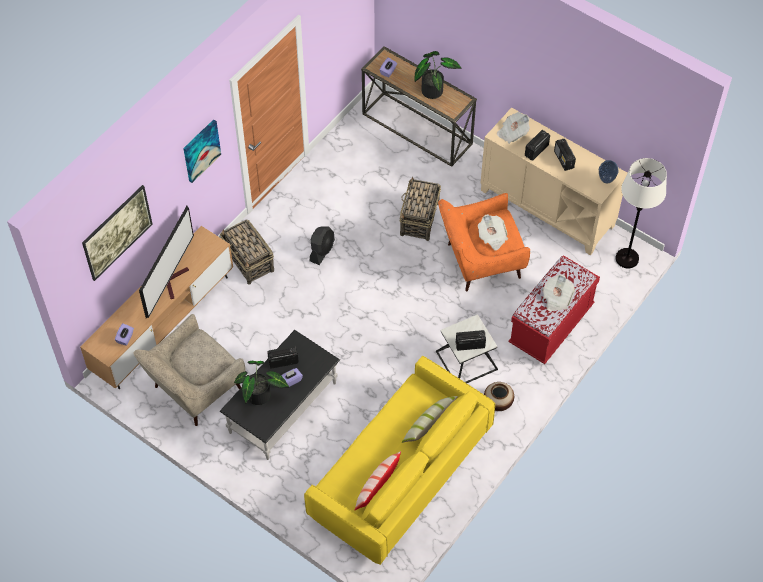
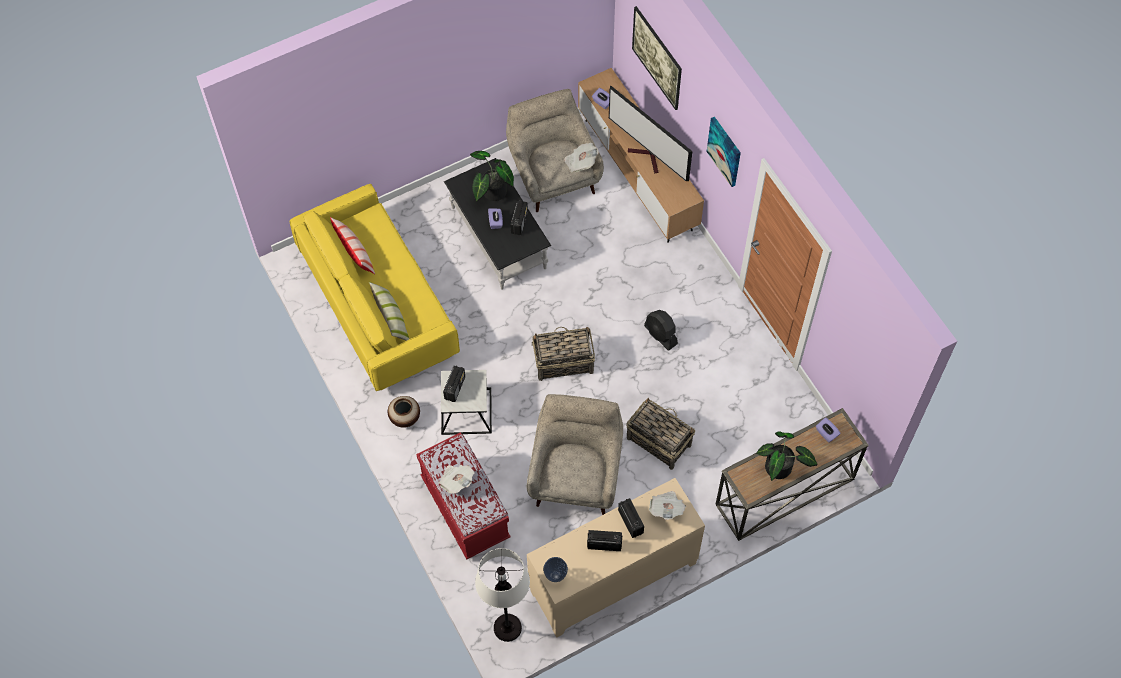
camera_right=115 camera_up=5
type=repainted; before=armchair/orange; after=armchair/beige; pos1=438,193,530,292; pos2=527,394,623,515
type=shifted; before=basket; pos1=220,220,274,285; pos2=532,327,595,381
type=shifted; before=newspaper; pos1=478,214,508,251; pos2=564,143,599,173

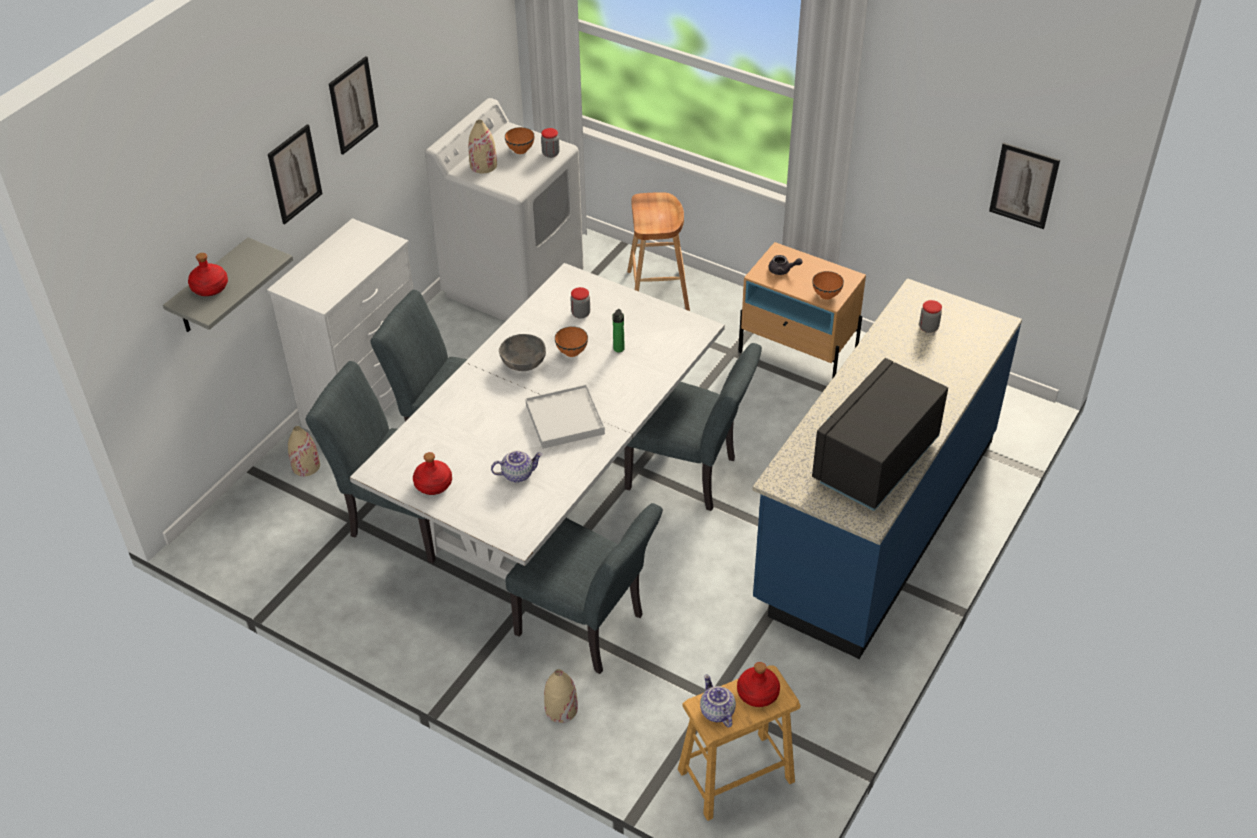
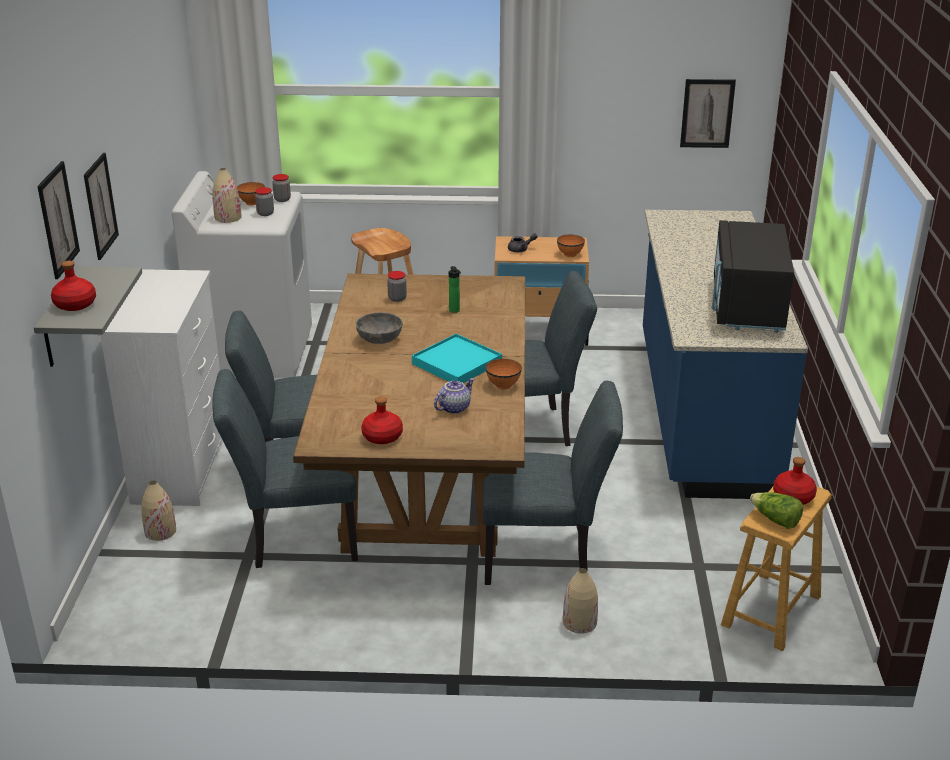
camera_right=-30 camera_up=-15
type=shifted; before=picture; pos1=329,56,378,155; pos2=37,161,80,279
type=shifted; before=jar; pos1=919,300,942,333; pos2=255,187,274,216
type=repainted; before=dining table/white; after=dining table/brown; pos1=350,263,725,580; pos2=293,274,525,557
type=repainted; before=tray/white; after=tray/turquoise; pos1=525,385,605,449; pos2=412,334,502,383
type=shifted; before=bowl/orange; pos1=555,327,588,357; pos2=486,359,522,390
type=swapped; before=teapot; after=lettuce; pos1=700,674,736,728; pos2=750,492,803,529

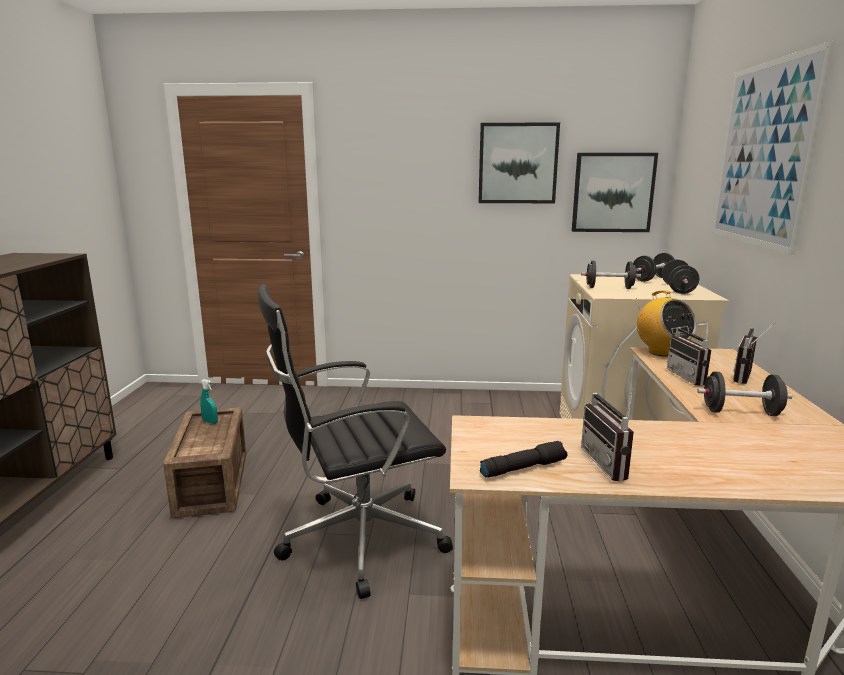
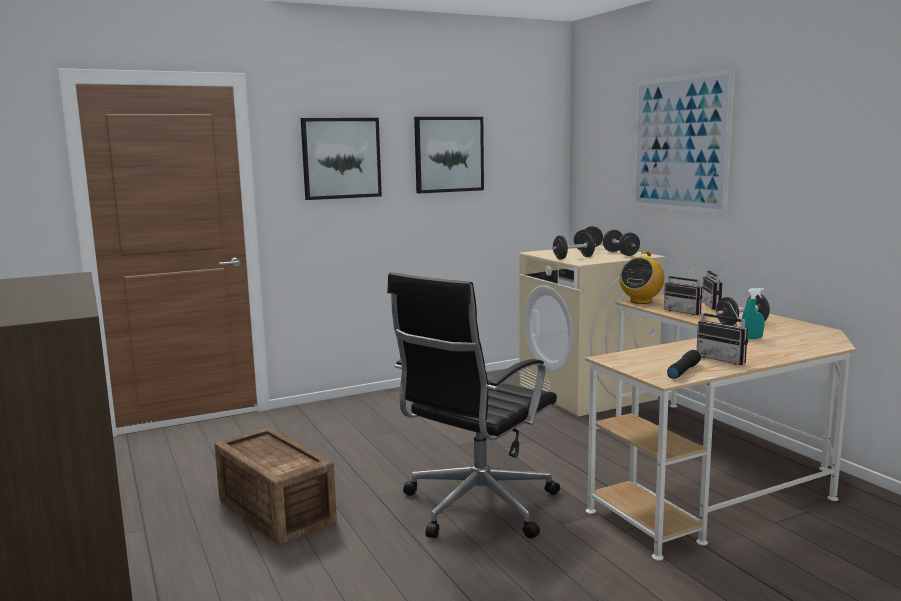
camera_right=-30 camera_up=-5
type=shifted; before=picture; pos1=572,153,658,232; pos2=301,118,382,200
type=rotated; before=radio; pos1=636,290,696,357; pos2=619,251,665,304; turn=90
type=shifted; before=spray bottle/turquoise; pos1=200,379,218,424; pos2=742,288,765,339

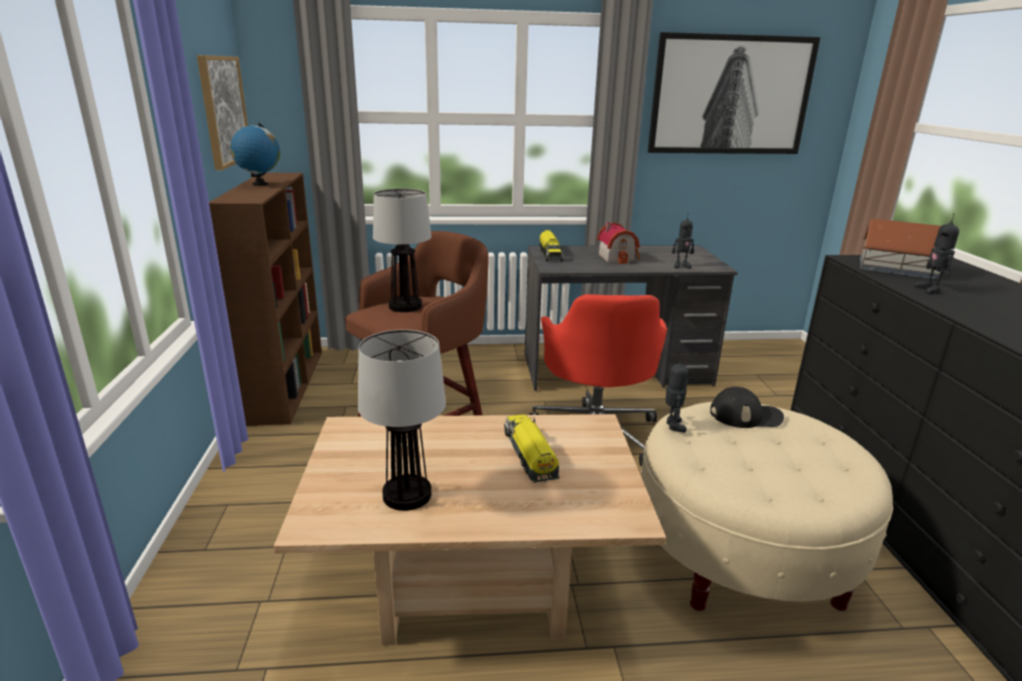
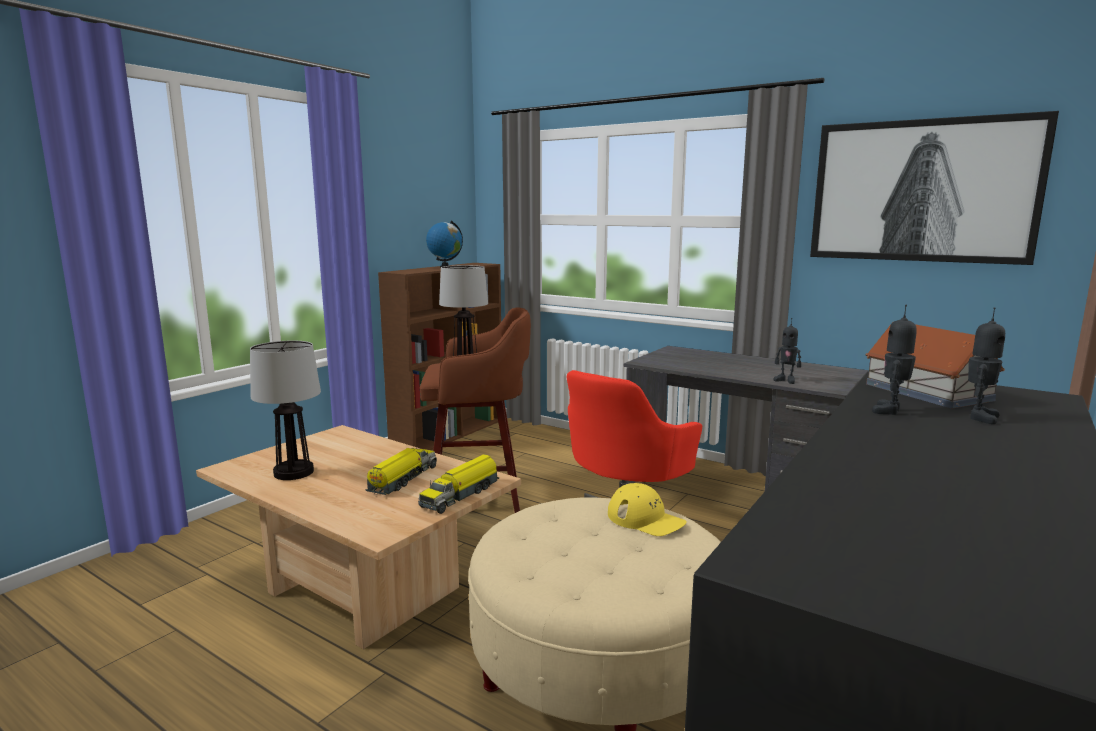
camera_right=40 camera_up=-10
type=shifted; before=toy truck; pos1=539,230,563,262; pos2=418,454,499,514
type=repainted; before=cap/black; after=cap/yellow; pos1=710,387,784,428; pos2=608,483,686,536
type=shifted; before=toy robot; pos1=666,355,688,433; pos2=968,307,1005,424
type=gone; before=picture; pos1=197,55,248,170
type=gone; before=toy house; pos1=597,222,640,264

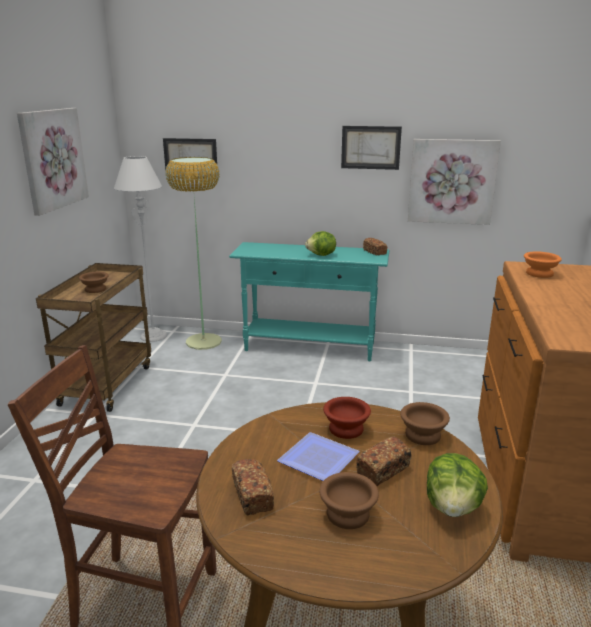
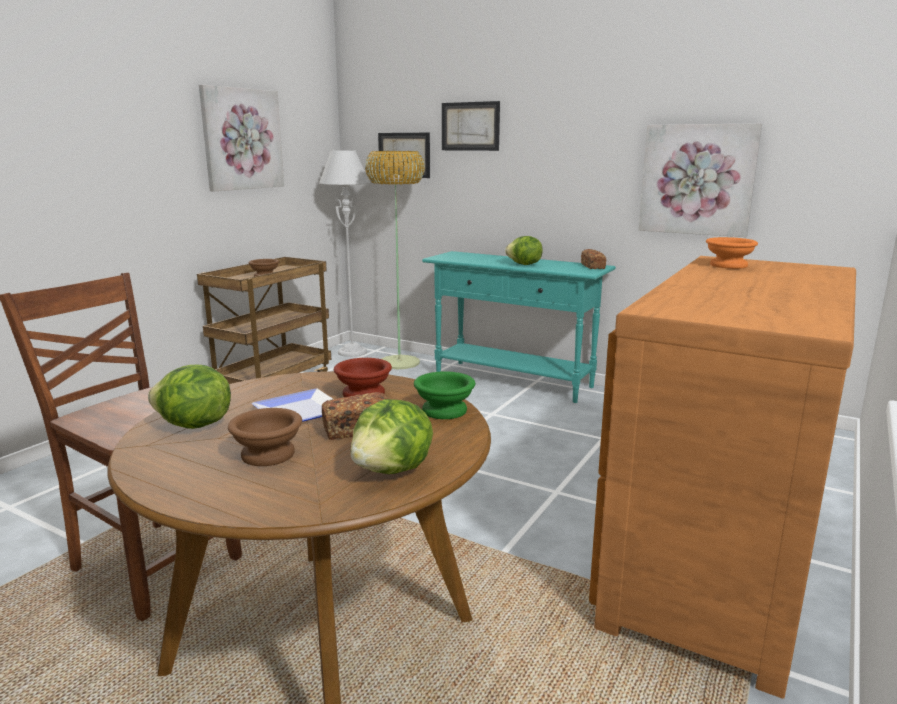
camera_right=20 camera_up=-5
type=swapped; before=bread; after=lettuce; pos1=232,459,274,515; pos2=148,365,231,429
type=repainted; before=bowl/brown; after=bowl/green; pos1=400,402,450,445; pos2=414,371,475,419
type=shifted; before=picture; pos1=341,126,402,170; pos2=442,101,500,151

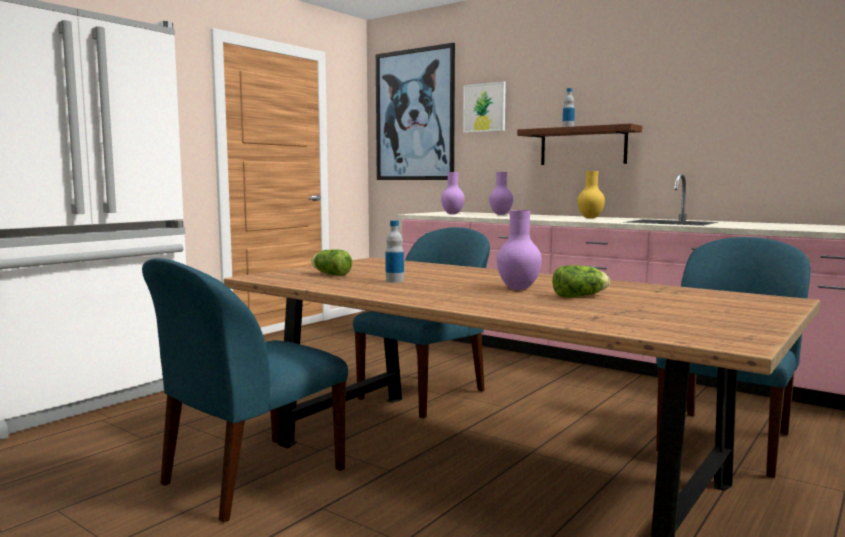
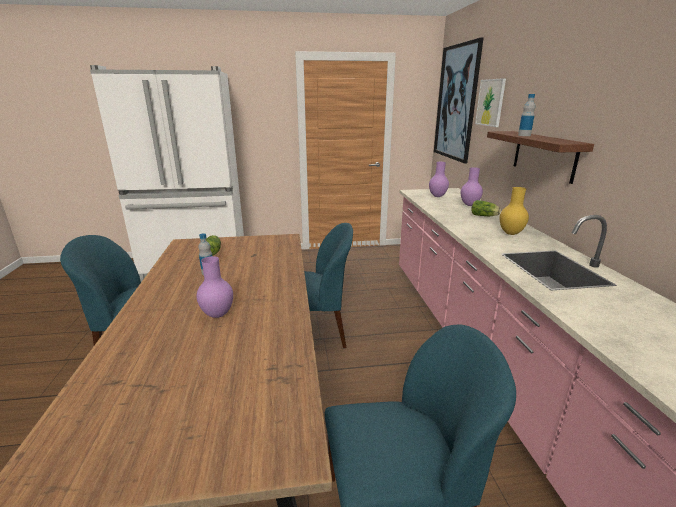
camera_right=45 camera_up=15
type=shifted; before=lettuce; pos1=553,265,610,298; pos2=471,200,501,216

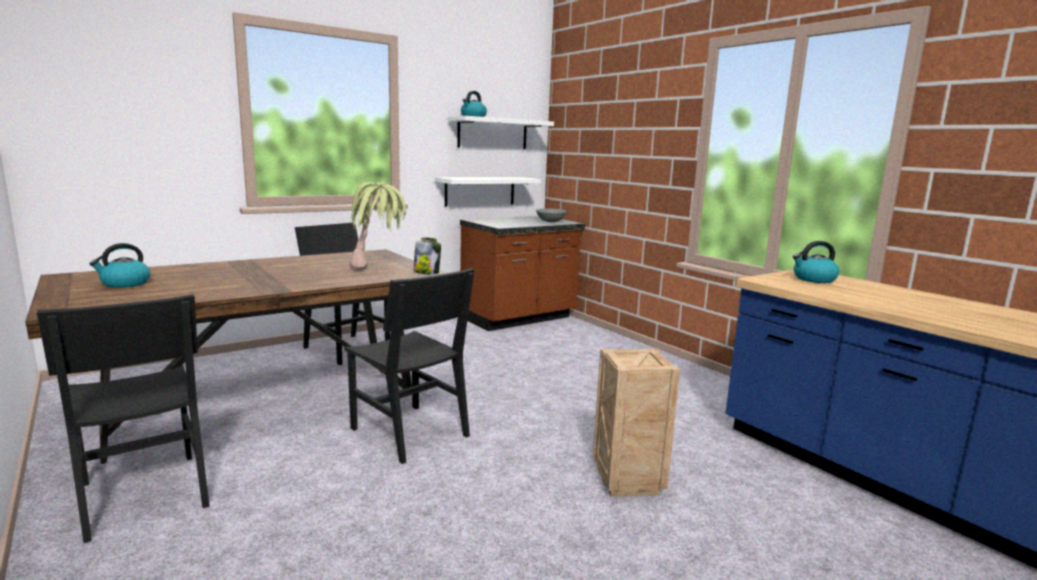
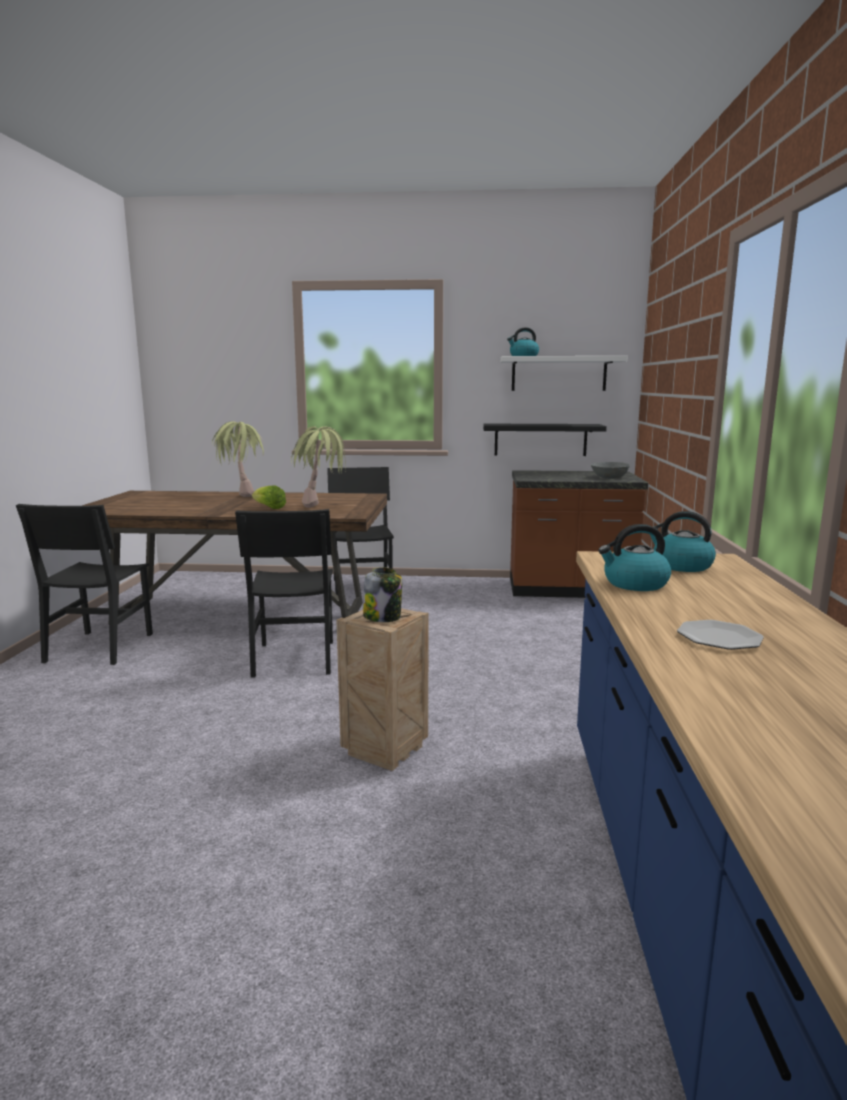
camera_right=40 camera_up=0
type=new; after=potted plant; pos2=212,421,264,497
type=new; after=lettuce; pos2=252,486,286,509
type=shifted; before=jar; pos1=413,237,441,274; pos2=363,567,402,622
type=repainted; before=shelf/white; after=shelf/black; pos1=435,177,541,207; pos2=483,424,607,456
type=shifted; before=kettle; pos1=89,243,150,288; pos2=598,524,671,591
type=new; after=plate; pos2=677,620,764,650

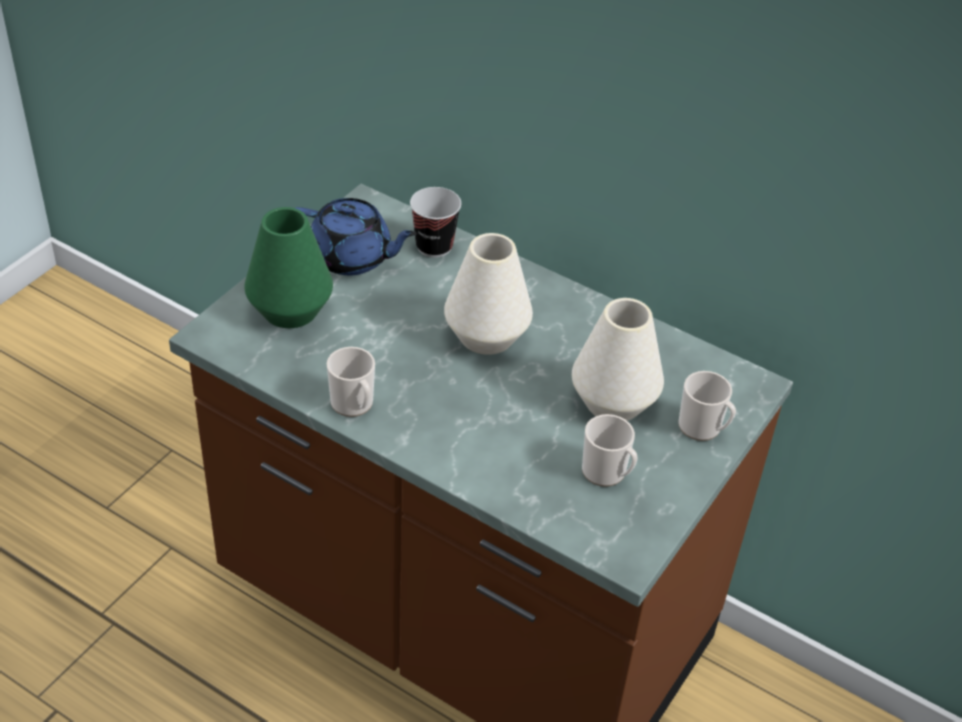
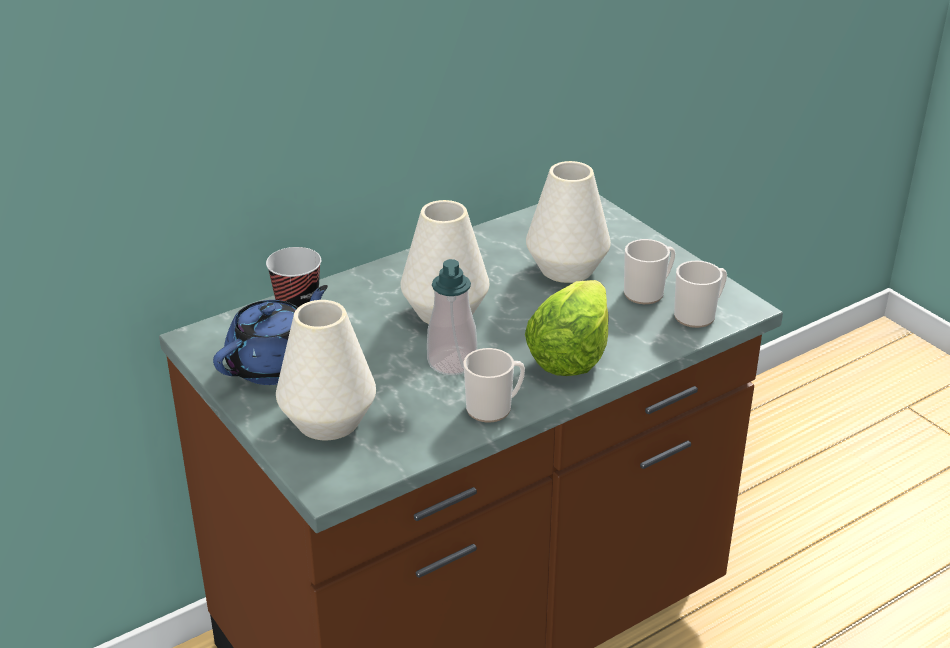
camera_right=-65 camera_up=-10
type=repainted; before=vase/green; after=vase/white; pos1=244,207,333,328; pos2=276,300,376,440
type=new; after=soap dispenser; pos2=427,259,477,375
type=new; after=lettuce; pos2=525,280,608,376
type=shifted; before=mug; pos1=679,371,736,441; pos2=674,261,727,328

